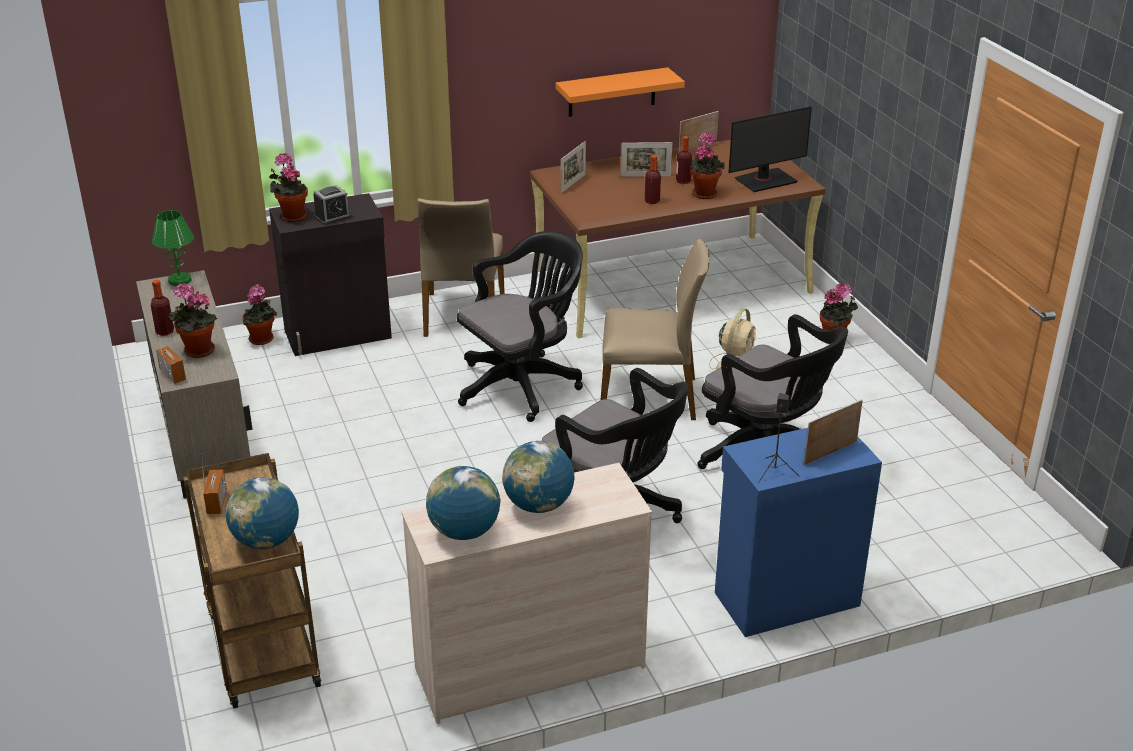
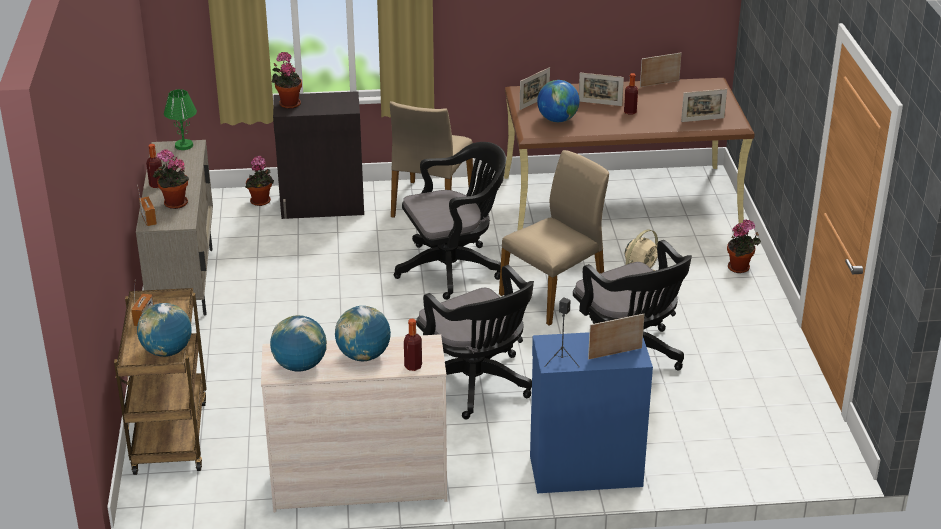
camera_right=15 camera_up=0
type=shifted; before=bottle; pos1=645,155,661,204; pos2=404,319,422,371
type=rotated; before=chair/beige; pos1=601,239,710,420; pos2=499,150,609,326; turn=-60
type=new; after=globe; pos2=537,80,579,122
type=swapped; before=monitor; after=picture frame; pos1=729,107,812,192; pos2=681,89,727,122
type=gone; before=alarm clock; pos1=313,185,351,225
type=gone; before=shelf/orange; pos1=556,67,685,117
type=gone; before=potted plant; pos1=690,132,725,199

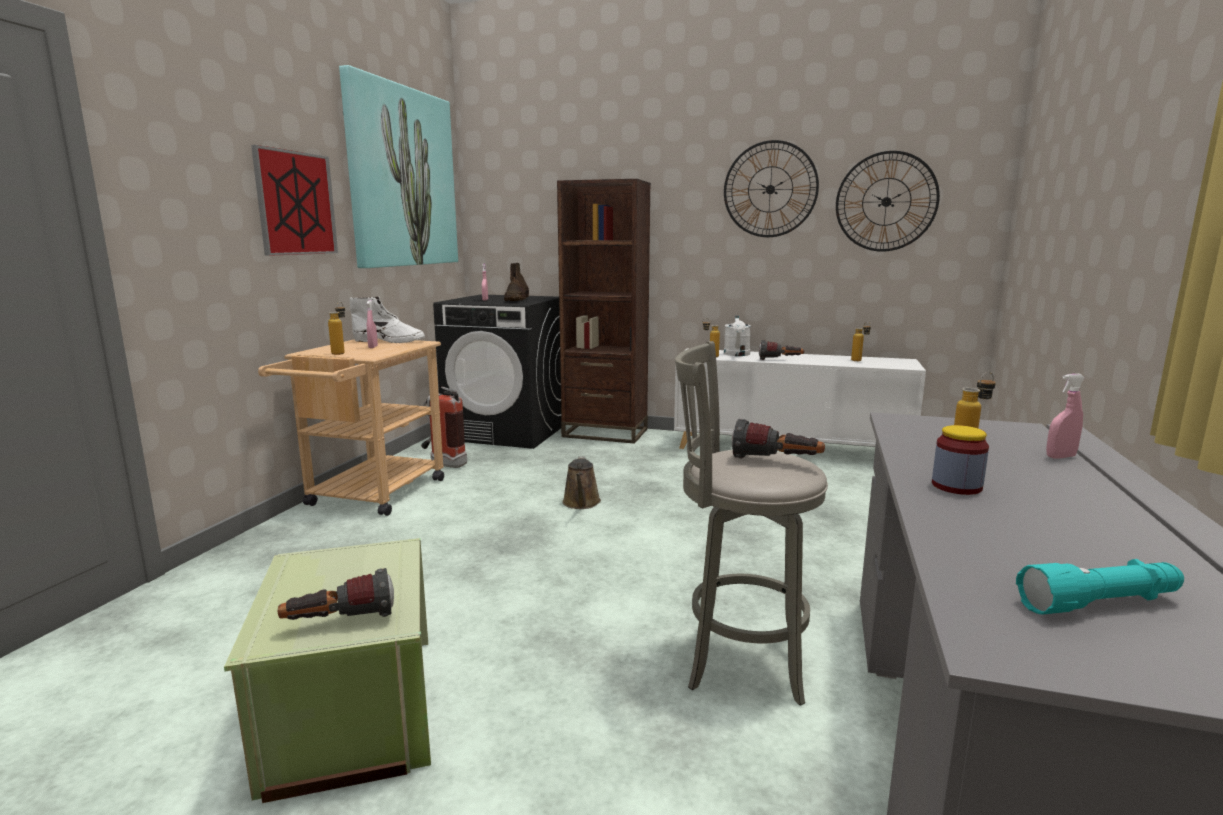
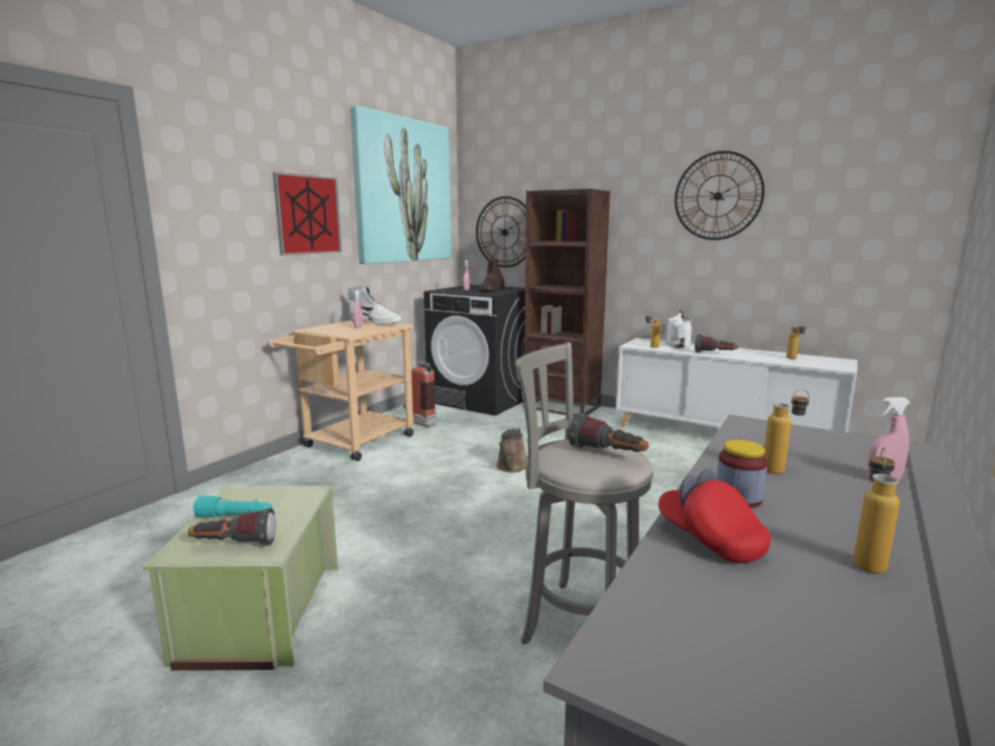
camera_right=15 camera_up=0
type=shifted; before=flashlight/turquoise; pos1=1016,559,1184,614; pos2=193,495,272,518
type=shifted; before=wall clock; pos1=836,151,940,252; pos2=476,196,526,267
type=new; after=cap/red; pos2=658,469,770,563
type=shifted; before=bottle; pos1=328,302,345,355; pos2=853,447,900,574

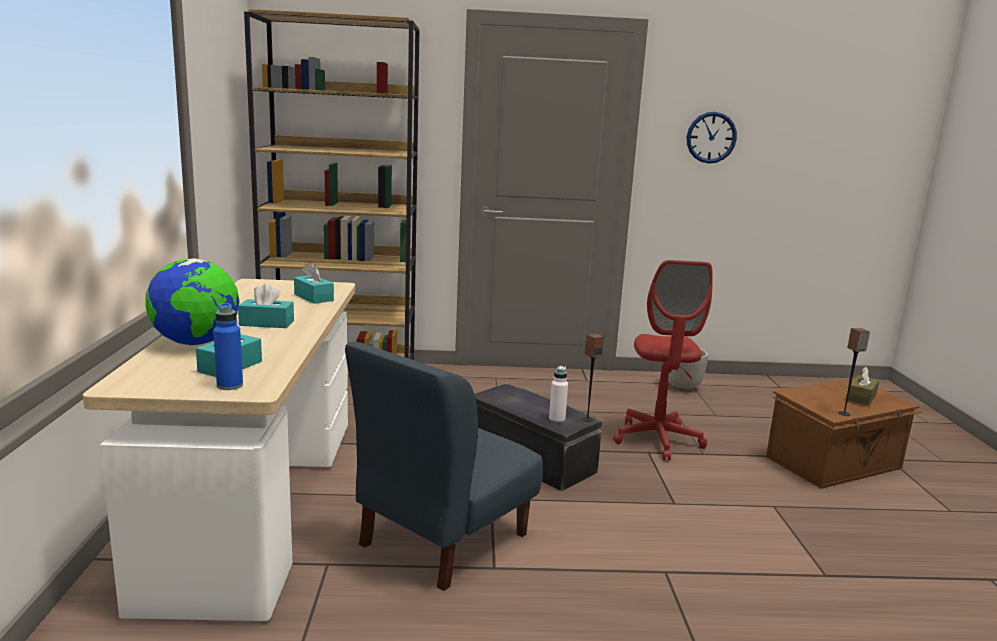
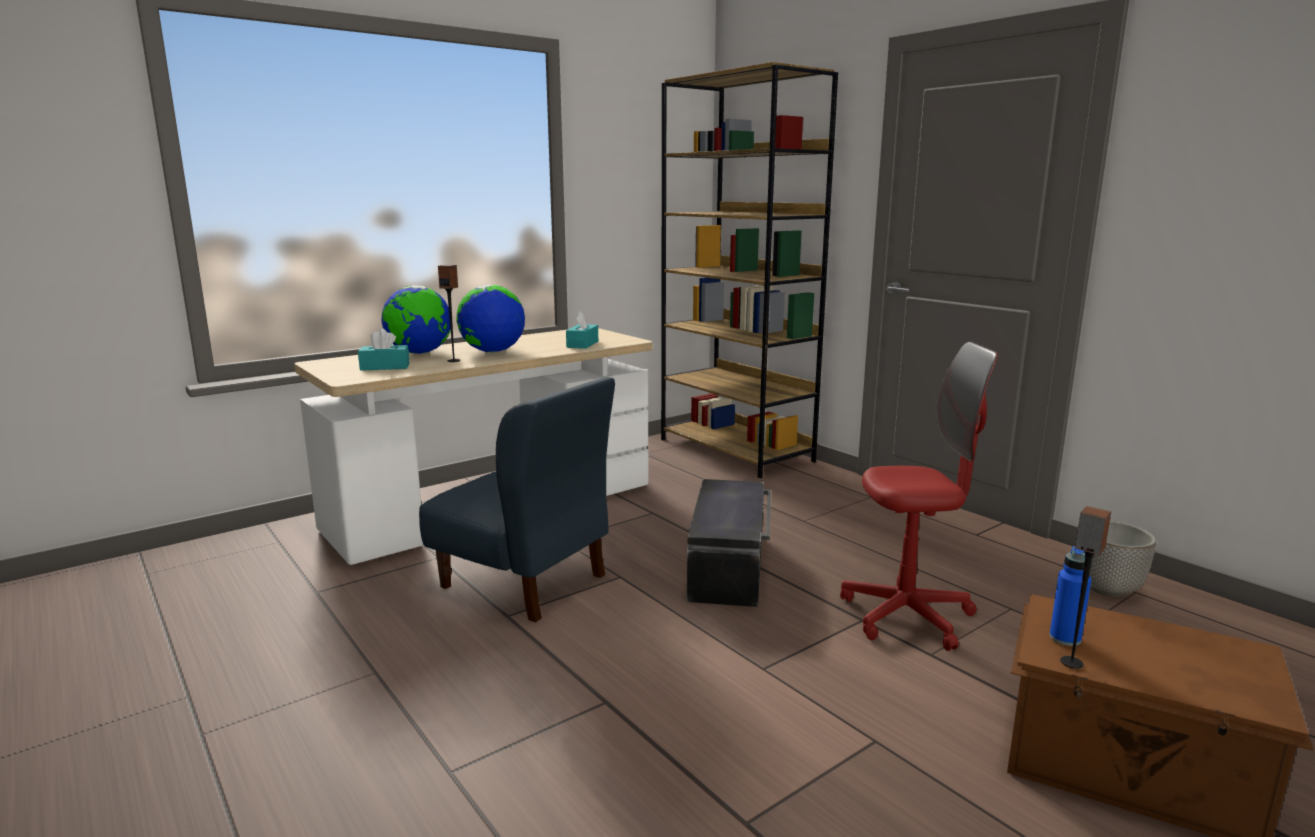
camera_right=55 camera_up=0
type=rotated; before=chair/blue; pos1=345,342,543,591; pos2=419,377,615,622; turn=-150
type=shifted; before=speaker; pos1=582,333,604,422; pos2=438,265,460,362
type=swapped; before=tissue box/turquoise; after=globe; pos1=238,283,294,328; pos2=456,285,525,353
type=rotated; before=office chair/red; pos1=613,260,713,461; pos2=840,342,998,651; turn=-150
type=shifted; before=bottle/blue; pos1=213,303,243,390; pos2=1049,546,1091,646
type=gone; before=bottle/white; pos1=549,366,568,423
type=gone; before=wall clock; pos1=687,112,737,163
type=gone; before=tissue box/brown; pos1=848,367,879,406

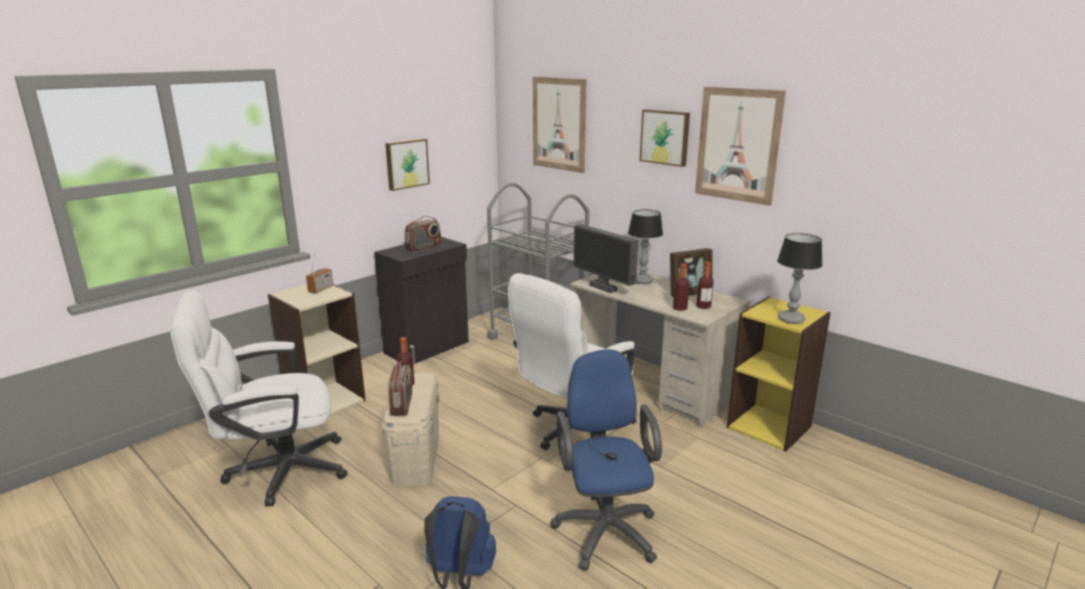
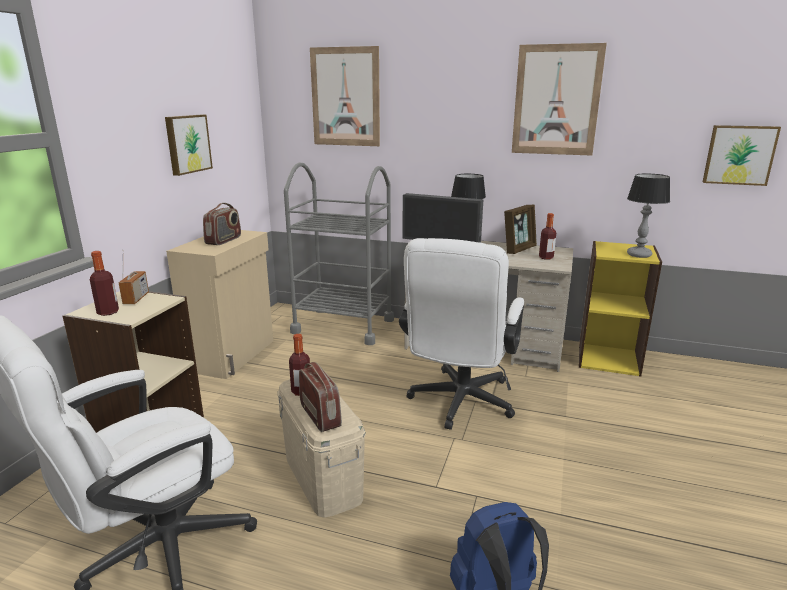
camera_right=-25 camera_up=0
type=shifted; before=bottle; pos1=673,263,689,311; pos2=90,251,119,316
type=repainted; before=cabinet/black; after=cabinet/beige; pos1=374,237,469,364; pos2=166,230,273,379
type=shifted; before=picture; pos1=640,109,690,167; pos2=703,125,781,186
type=gone; before=office chair/blue; pos1=550,349,662,571

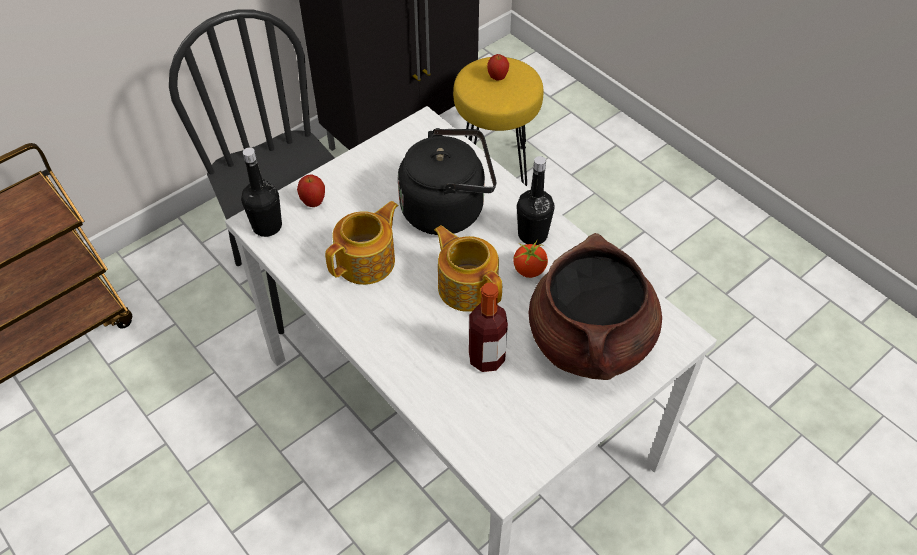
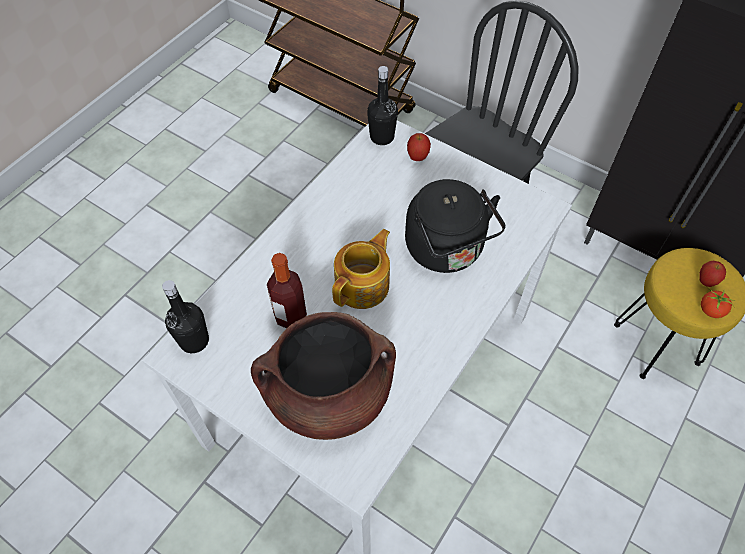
camera_right=75 camera_up=5
type=shifted; before=bottle/black; pos1=517,156,555,245; pos2=162,280,209,353
type=shifted; before=tomato; pos1=513,241,548,278; pos2=701,289,736,318
type=gone; before=teapot; pos1=325,201,399,285

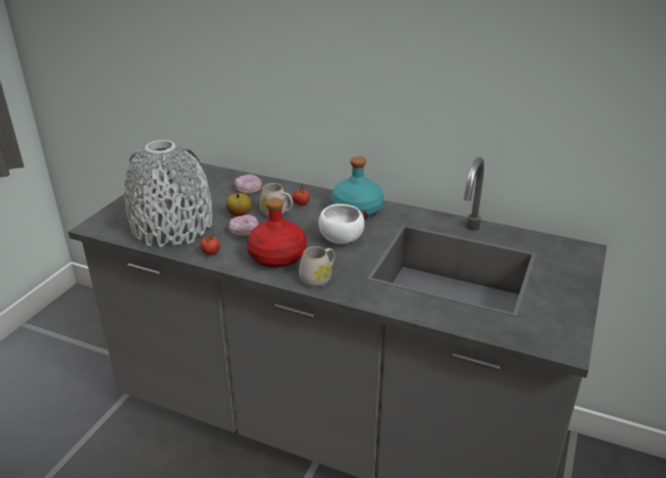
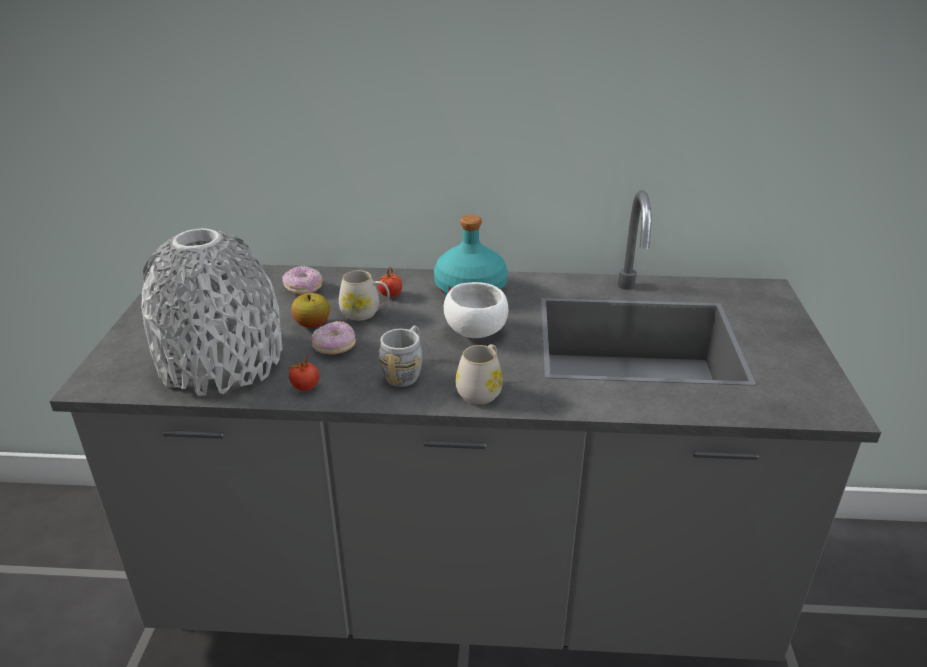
camera_right=-20 camera_up=0
type=swapped; before=bottle/red; after=mug/grey; pos1=247,198,307,268; pos2=379,326,422,387

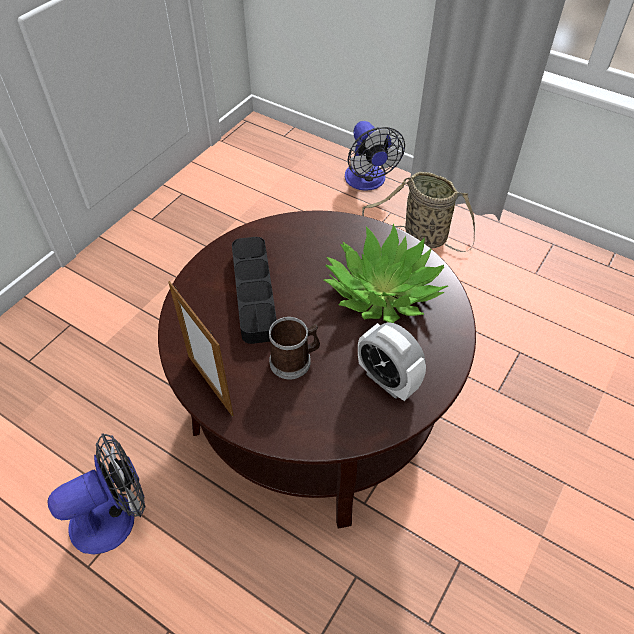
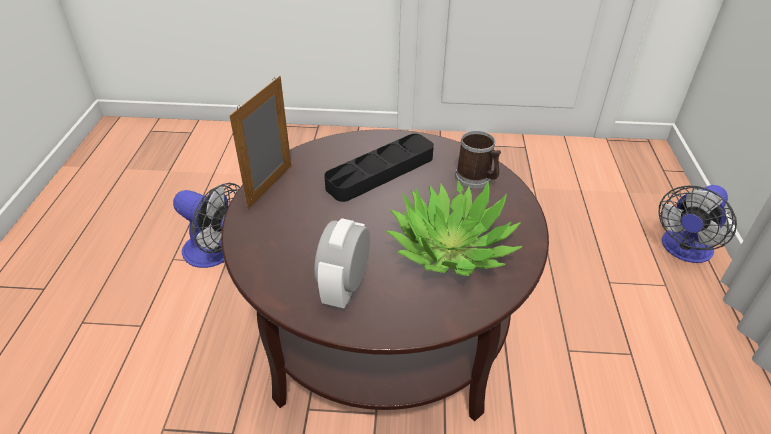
camera_right=60 camera_up=-10
type=shifted; before=mug; pos1=269,317,320,379; pos2=455,131,501,189
type=gone; before=basket; pos1=362,172,475,252

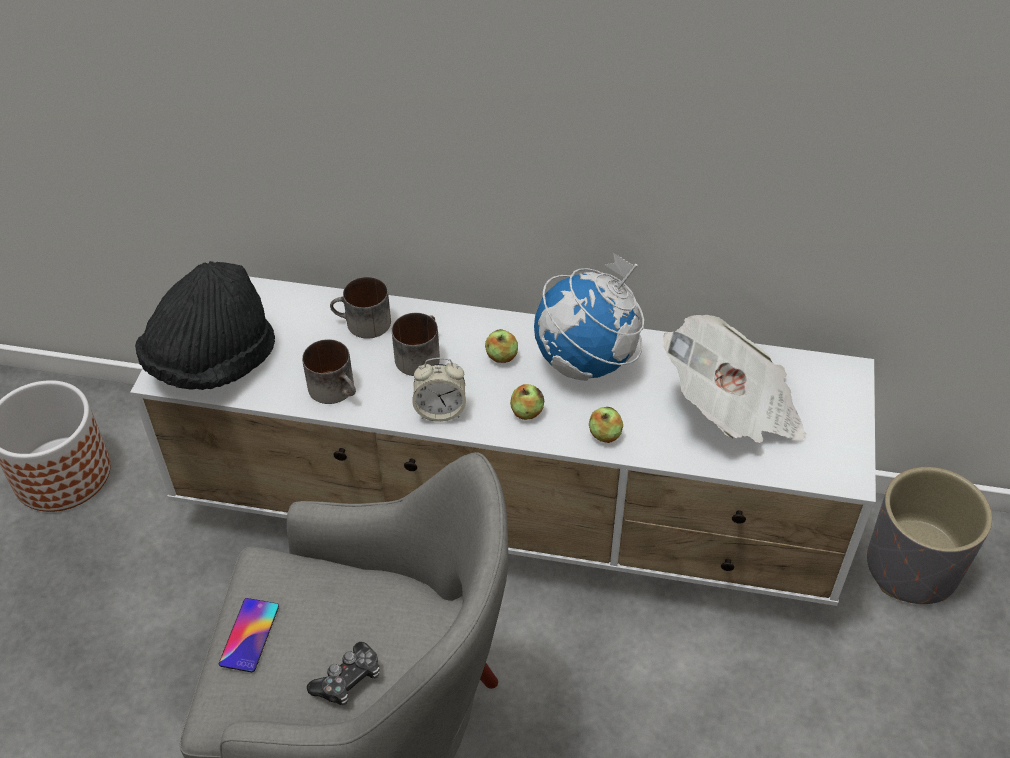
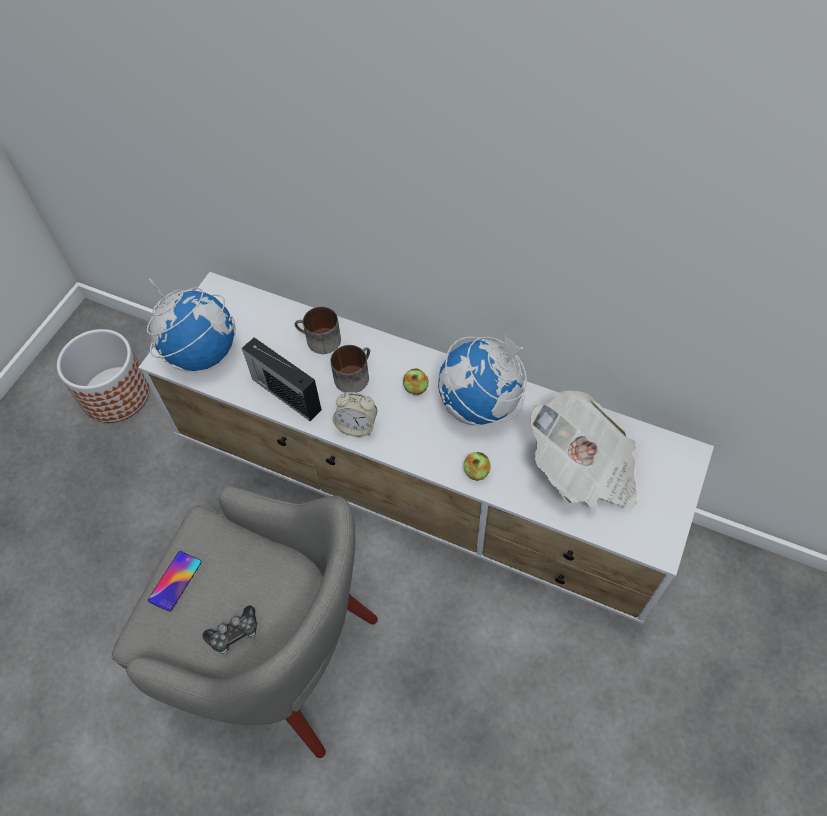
camera_right=15 camera_up=10
type=swapped; before=hat/black; after=globe; pos1=135,261,275,390; pos2=147,278,236,372
type=swapped; before=mug; after=radio; pos1=302,339,356,404; pos2=242,337,322,421
type=gone; before=apple; pos1=510,384,544,420
type=gone; before=planter/grey; pos1=867,467,992,604

